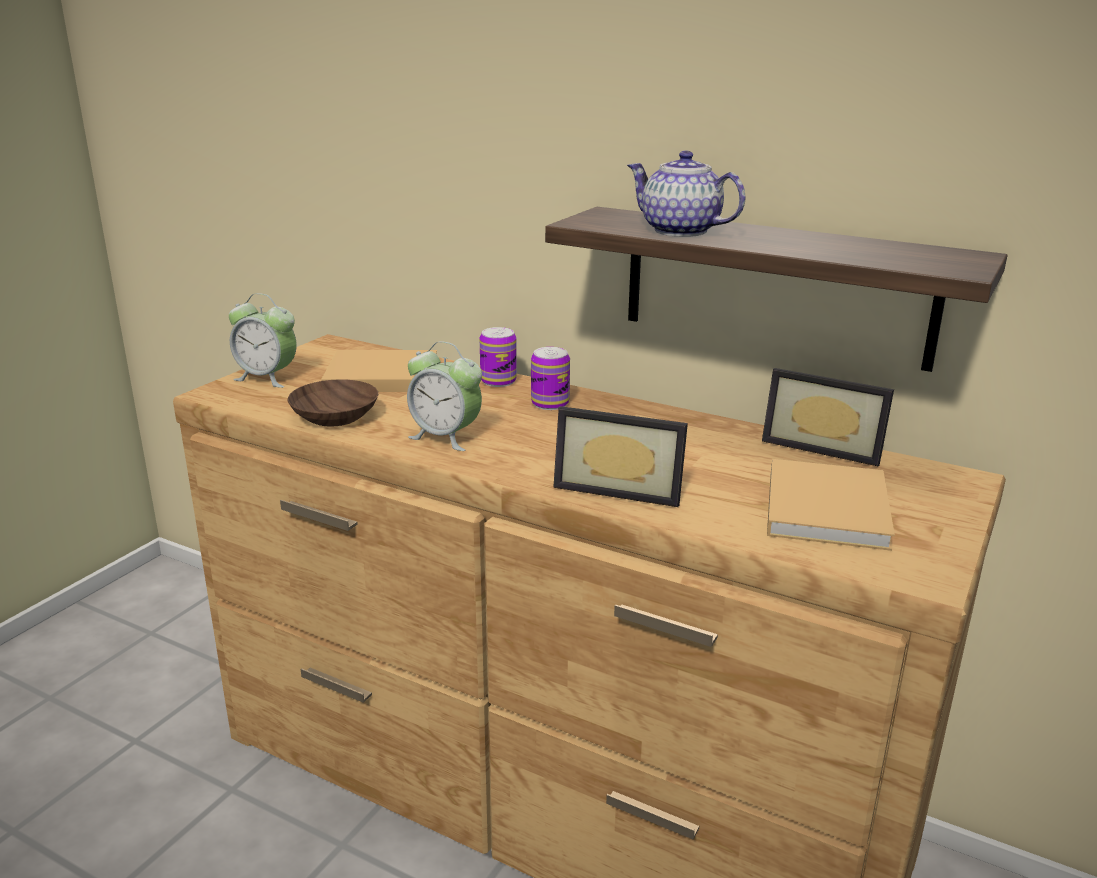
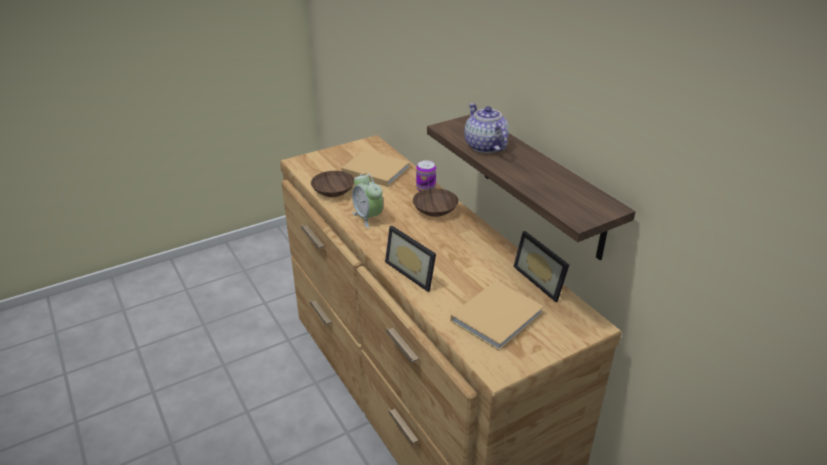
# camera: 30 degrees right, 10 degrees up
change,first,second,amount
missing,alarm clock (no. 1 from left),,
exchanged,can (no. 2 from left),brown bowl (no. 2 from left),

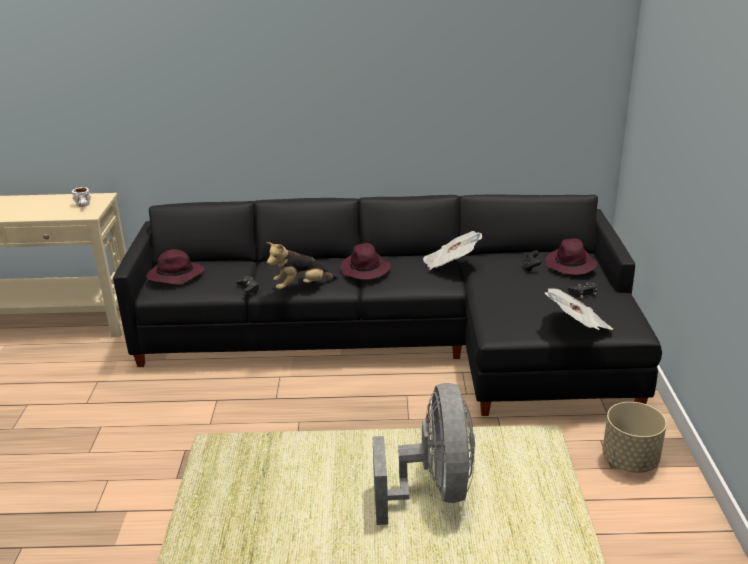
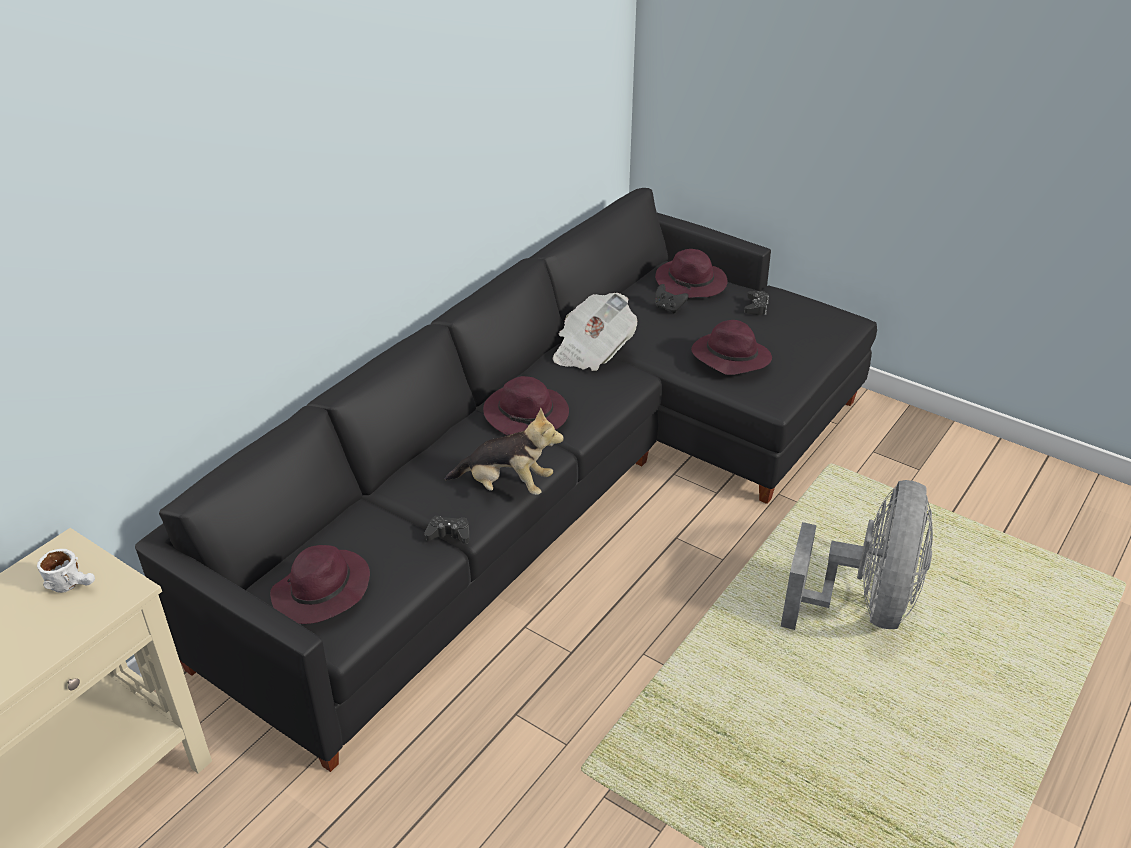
# camera: 55 degrees left, 10 degrees up
change,first,second,amount
spun,plush toy,,90 degrees counterclockwise
missing,newspaper (no. 2 from left),,
spun,grey fan,,75 degrees clockwise
missing,beige planter,,
appeared,,purple hat (no. 4 from left),

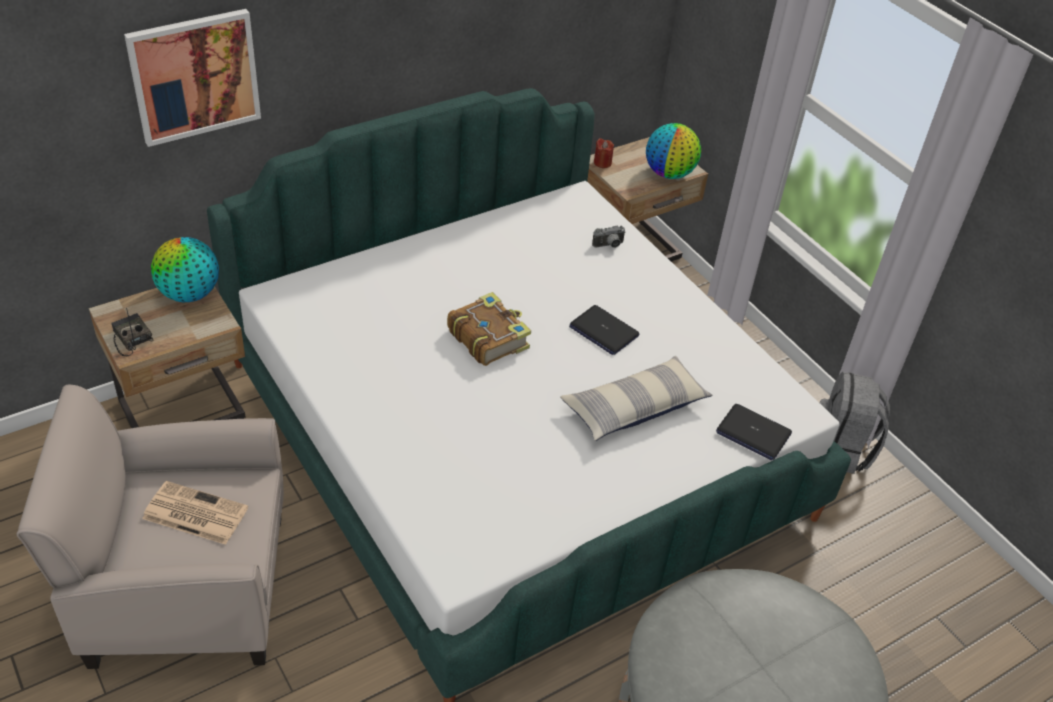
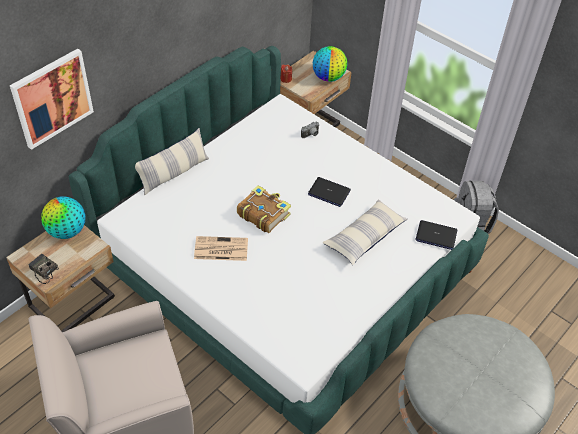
# camera: 15 degrees left, 5 degrees up
change,first,second,amount
relocated,newspaper,,
appeared,,pillow (no. 1 from left),

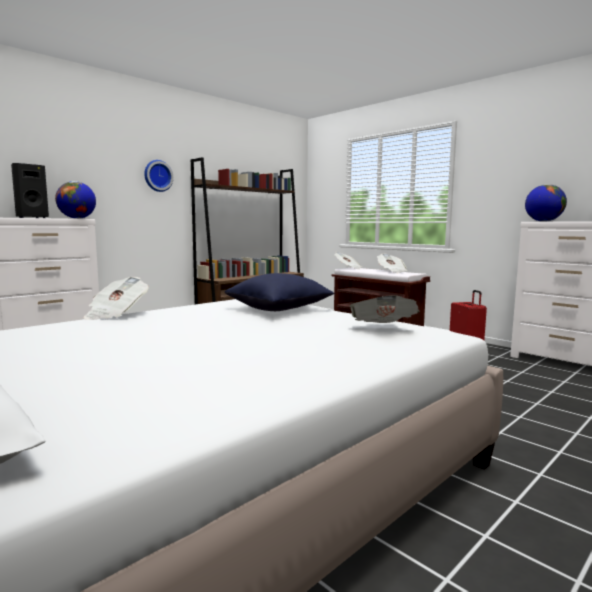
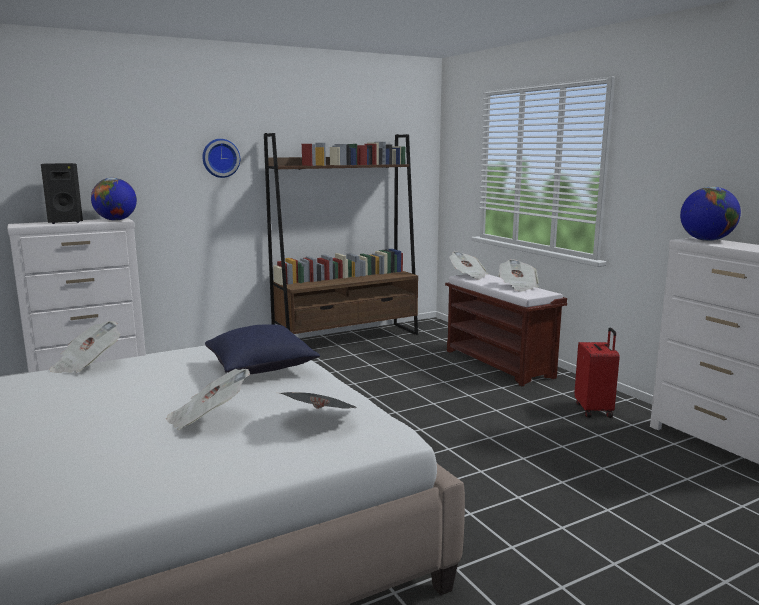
# camera: 15 degrees right, 5 degrees up
change,first,second,amount
appeared,,newspaper (no. 2 from left),

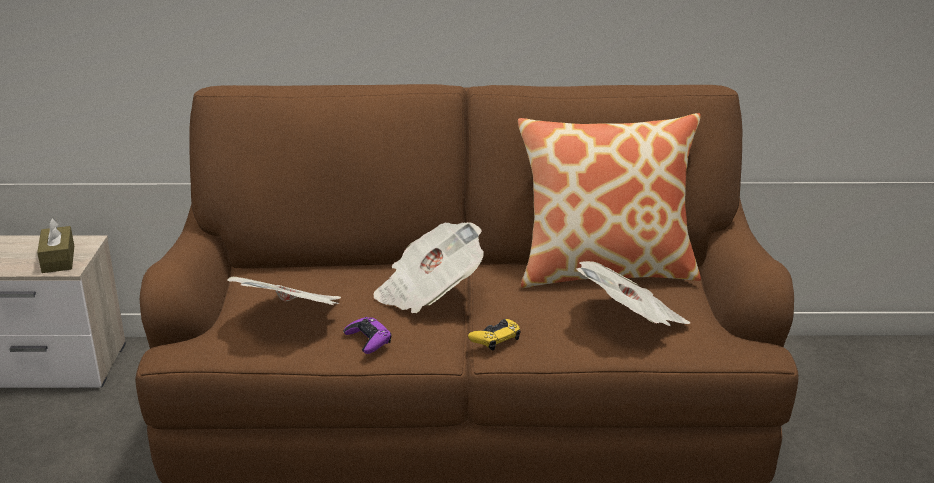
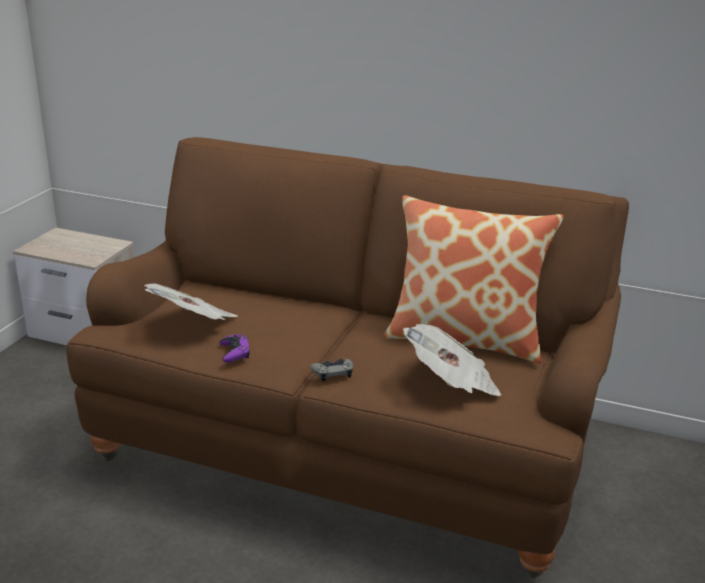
# camera: 20 degrees right, 0 degrees up
change,first,second,amount
missing,brown tissue box,,
missing,newspaper (no. 2 from left),,
colour,yellow game controller,grey game controller,

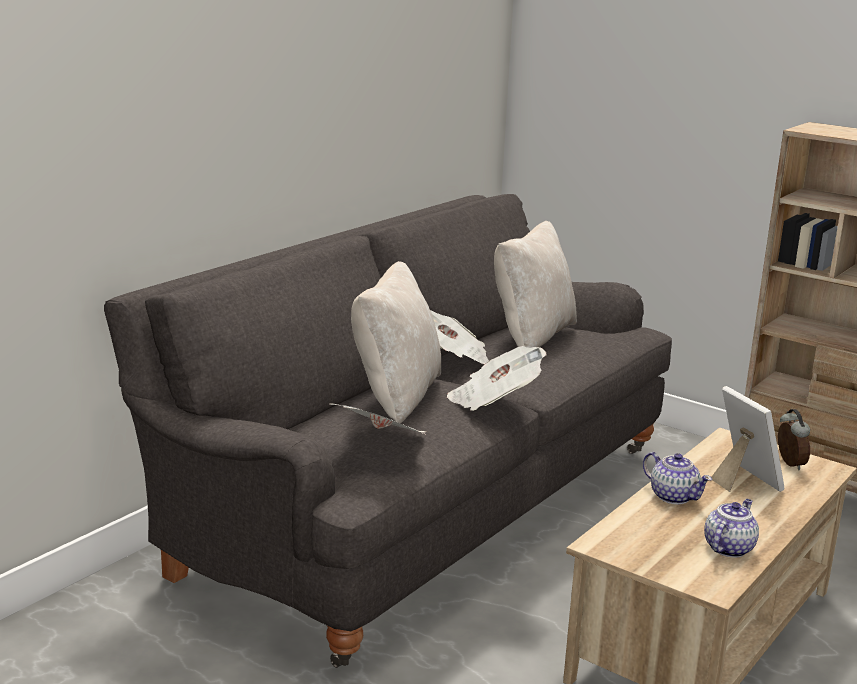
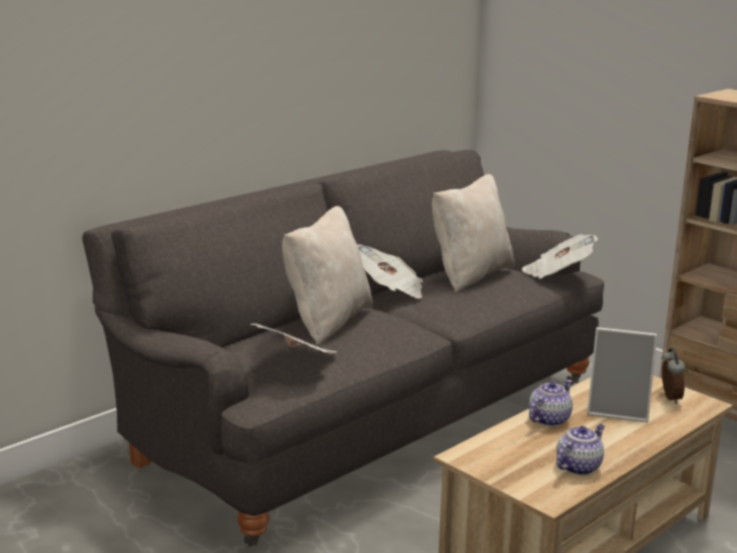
# camera: 10 degrees right, 0 degrees up
change,first,second,amount
relocated,newspaper (no. 3 from left),,
spun,picture frame,,120 degrees clockwise
spun,teapot (no. 1 from left),,105 degrees counterclockwise

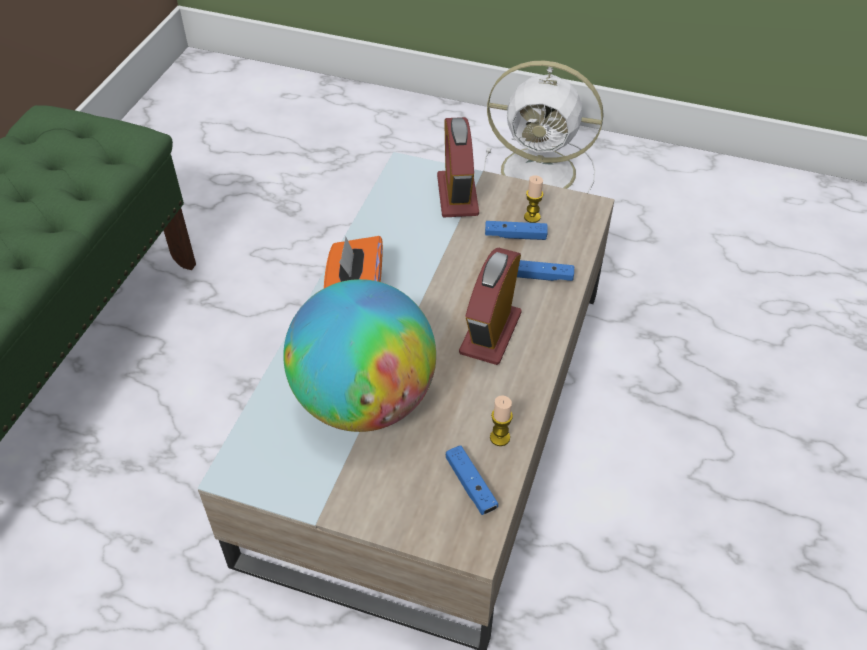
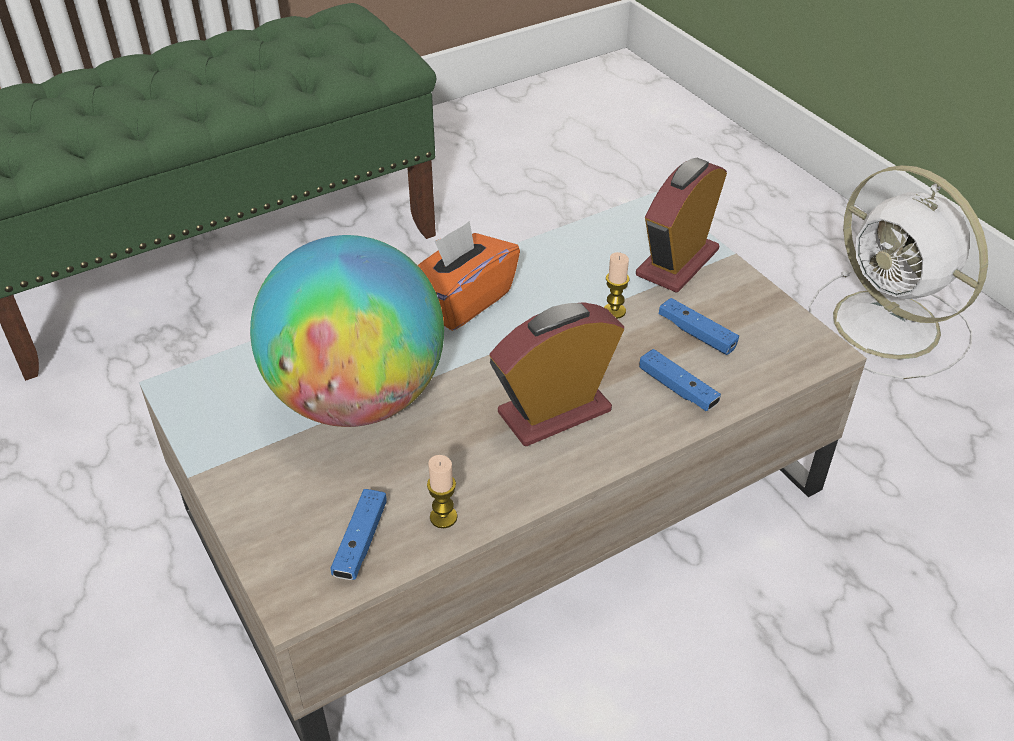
# camera: 40 degrees right, 5 degrees down
change,first,second,amount
relocated,candle (no. 2 from left),,

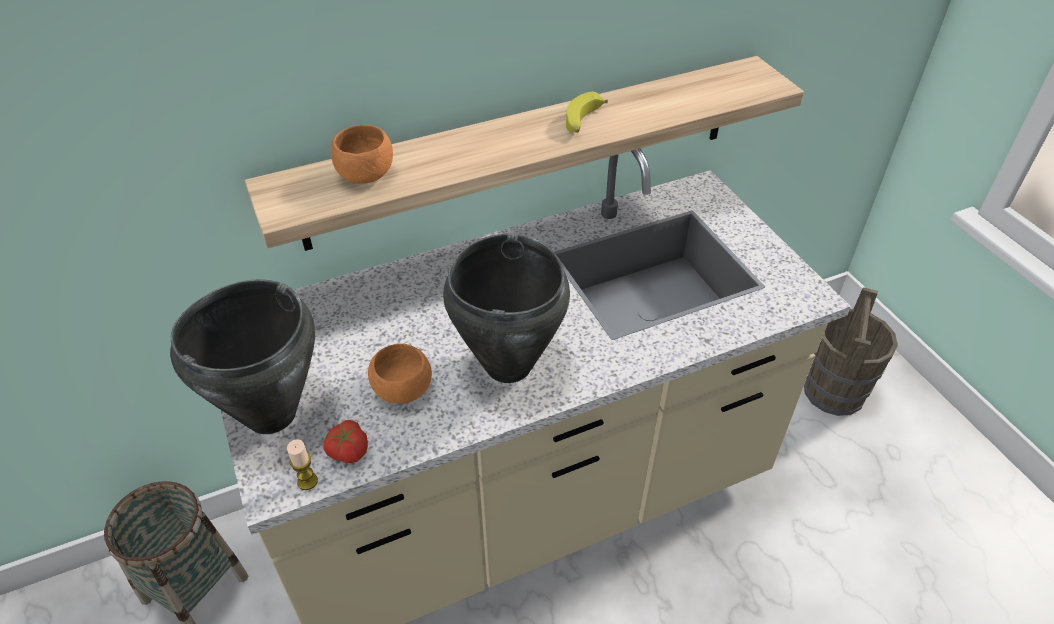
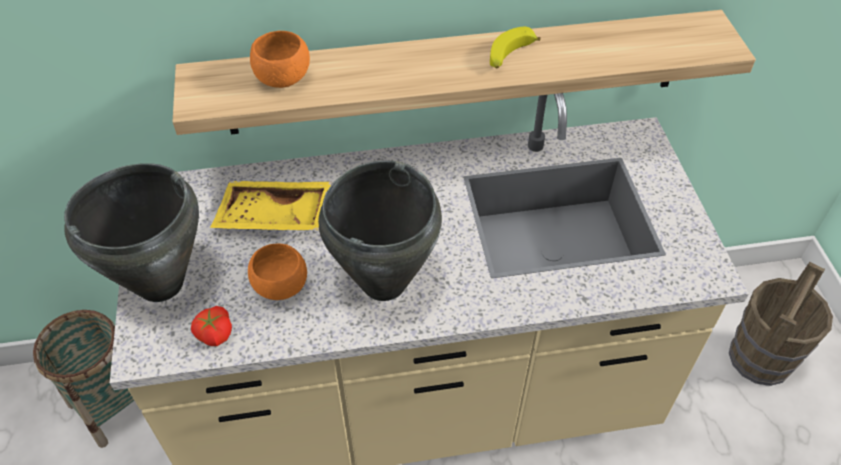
# camera: 15 degrees right, 5 degrees up
change,first,second,amount
missing,candle,,
appeared,,yellow tray,

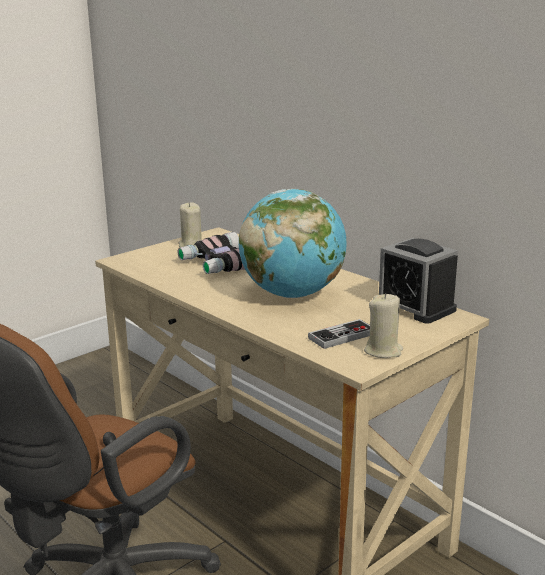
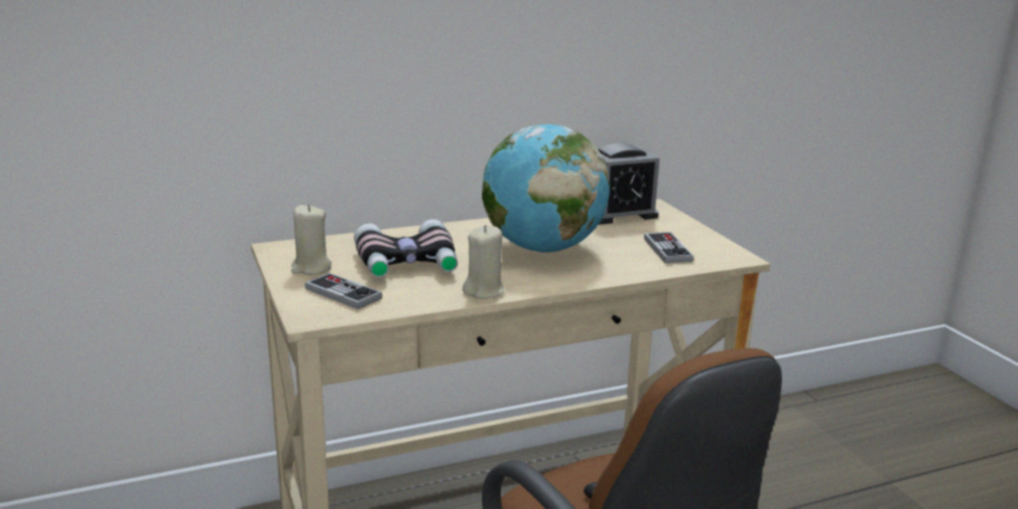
# camera: 70 degrees left, 0 degrees up
change,first,second,amount
relocated,beige candle (no. 2 from left),,
appeared,,game controller (no. 1 from left),

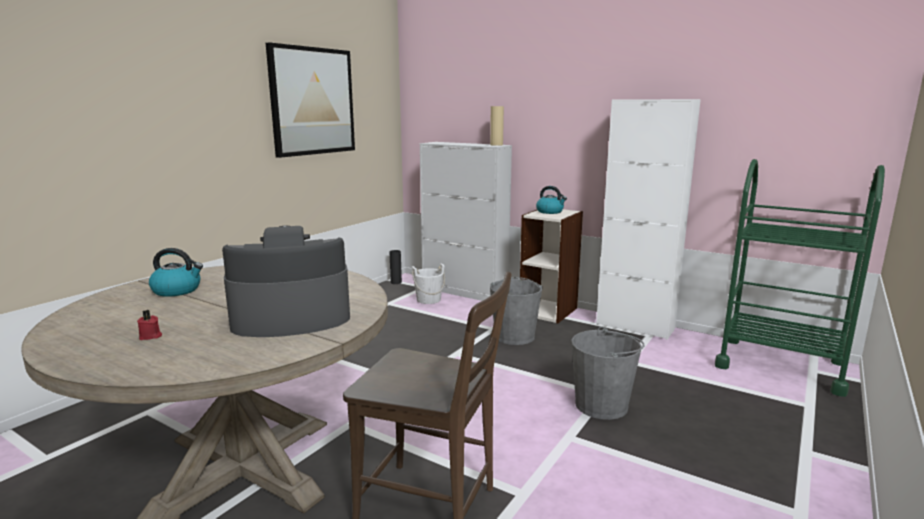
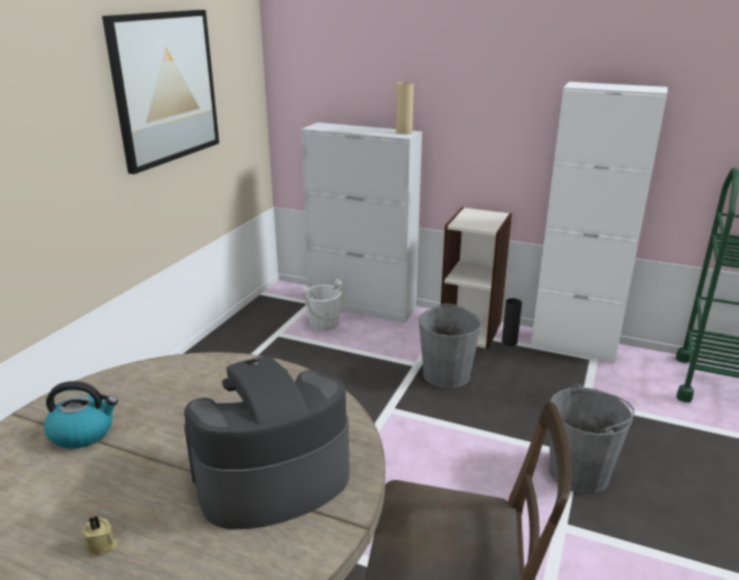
# camera: 10 degrees left, 10 degrees up
change,first,second,amount
missing,kettle (no. 2 from left),,
relocated,black vase,,
colour,red candle,beige candle,

